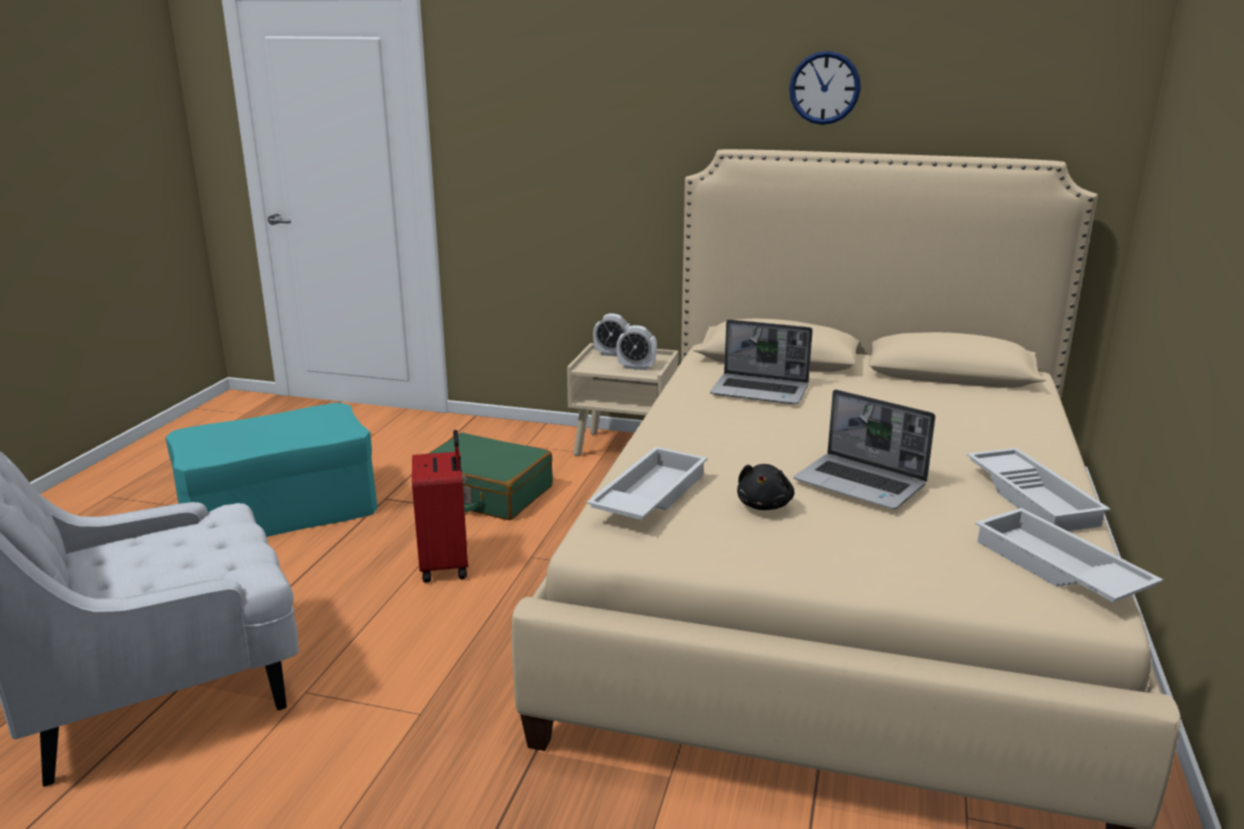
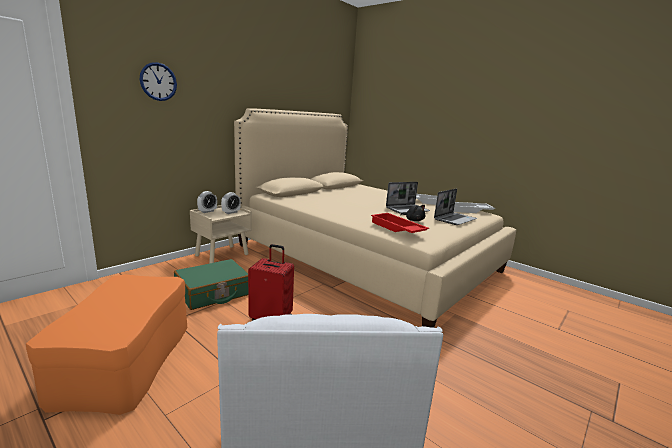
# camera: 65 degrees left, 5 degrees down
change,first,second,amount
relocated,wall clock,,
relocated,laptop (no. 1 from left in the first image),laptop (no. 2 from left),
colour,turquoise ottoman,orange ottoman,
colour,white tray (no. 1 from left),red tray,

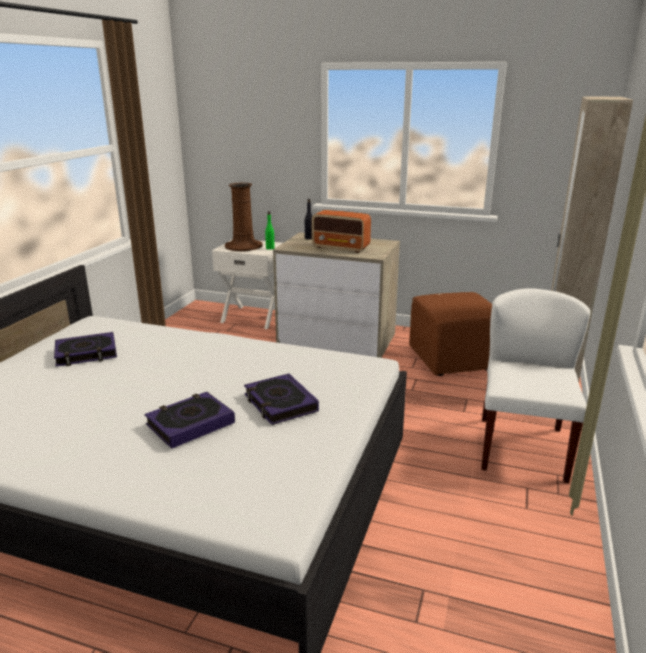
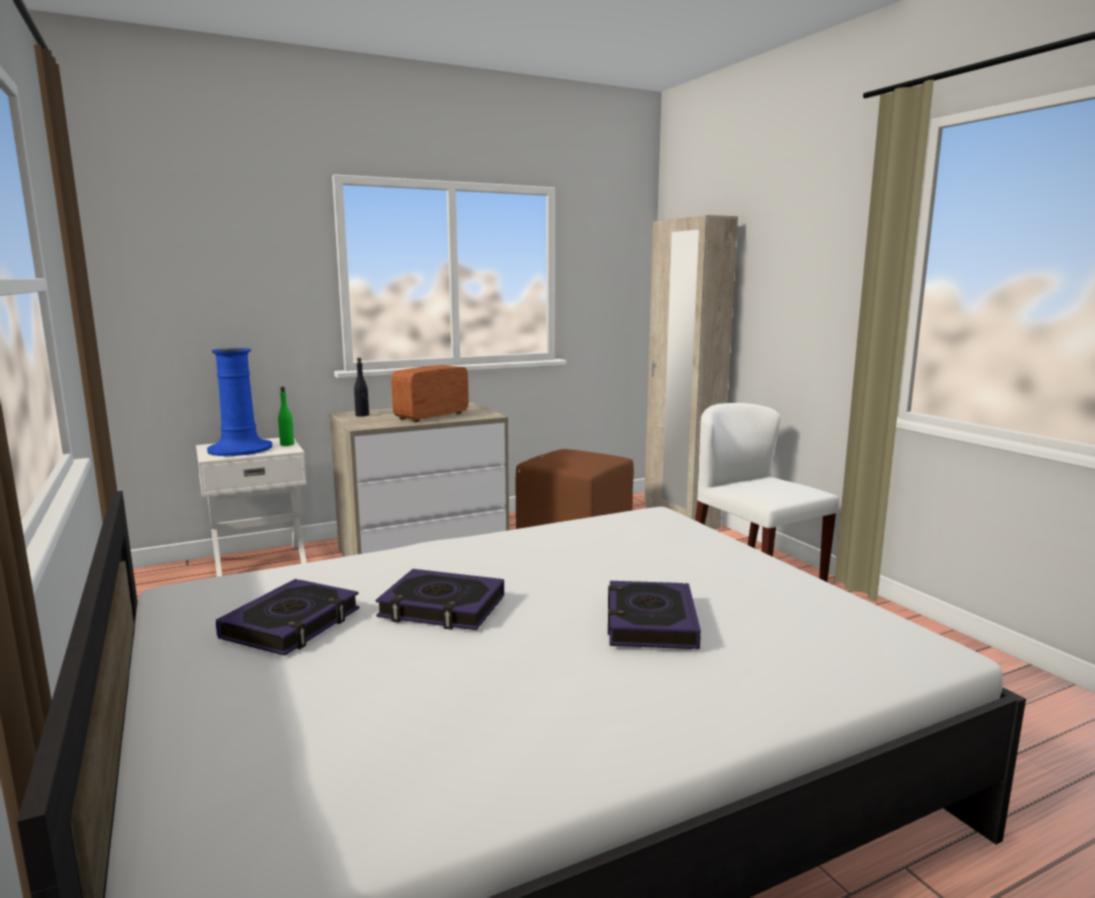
# camera: 45 degrees left, 10 degrees down
change,first,second,amount
colour,brown vase,blue vase,
spun,radio,,150 degrees clockwise
relocated,book (no. 3 from left in the first image),book (no. 2 from left),

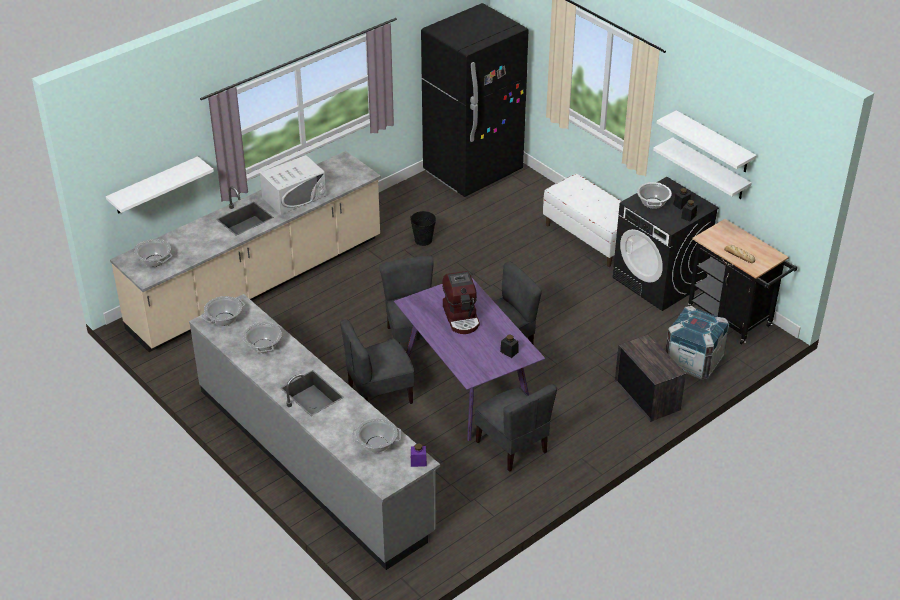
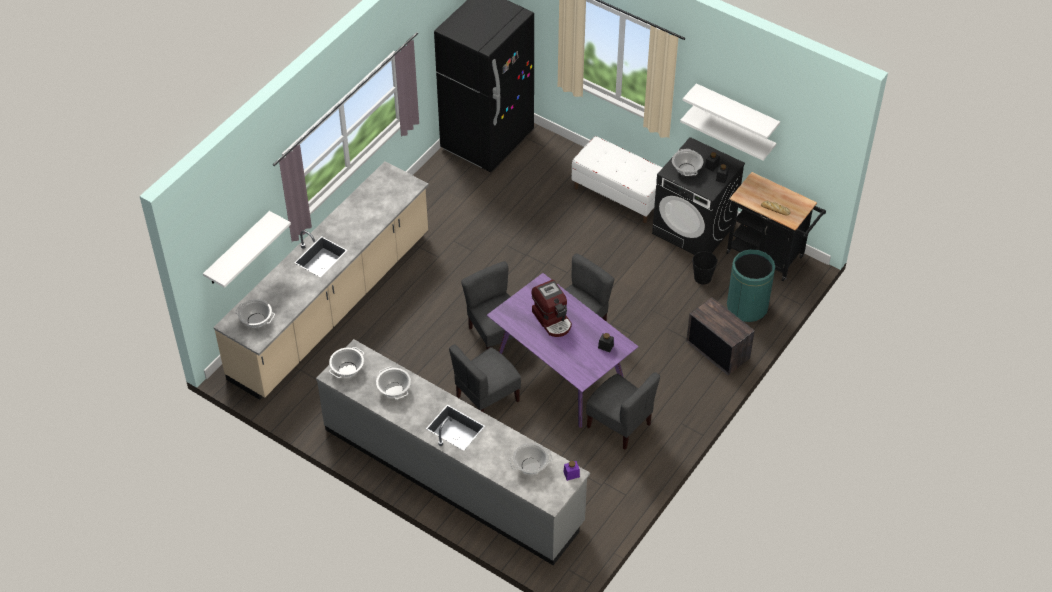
# camera: 15 degrees left, 10 degrees up
change,first,second,amount
missing,white microwave,,
relocated,black bucket,,
exchanged,crate (no. 2 from left),green trash can,

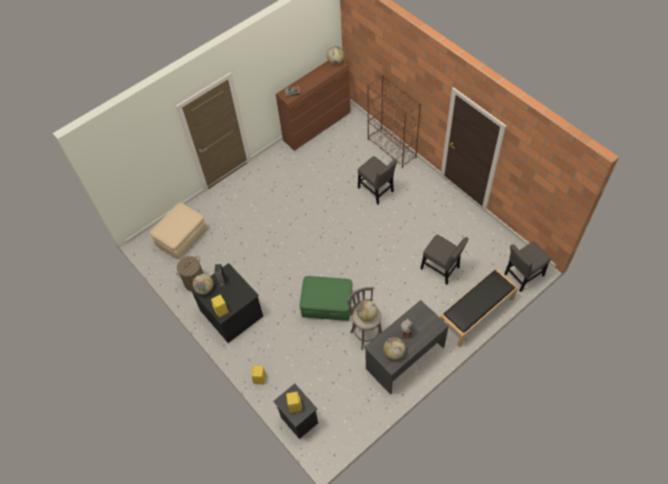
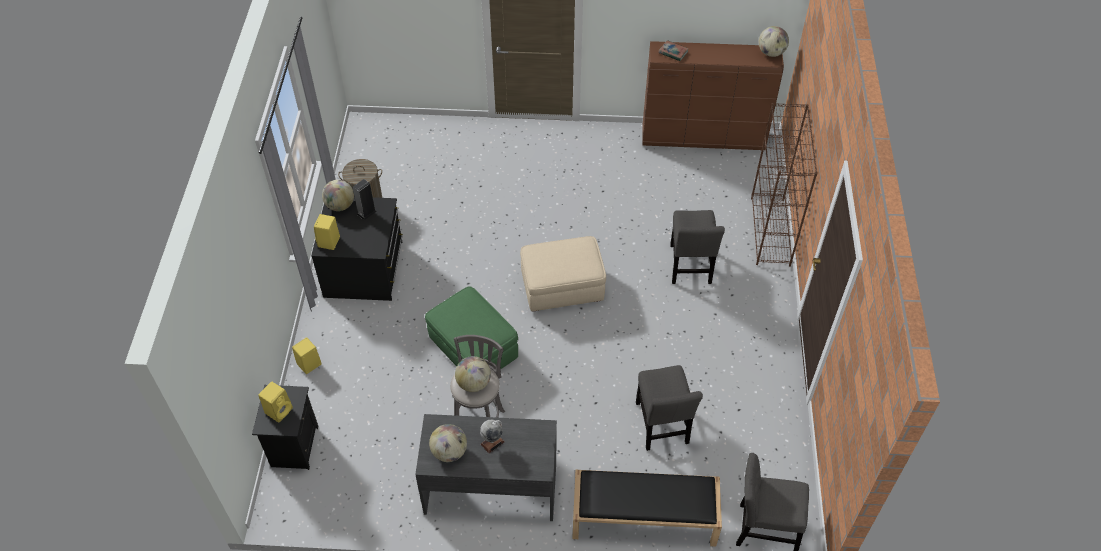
# camera: 40 degrees right, 5 degrees down
change,first,second,amount
relocated,beige ottoman,,

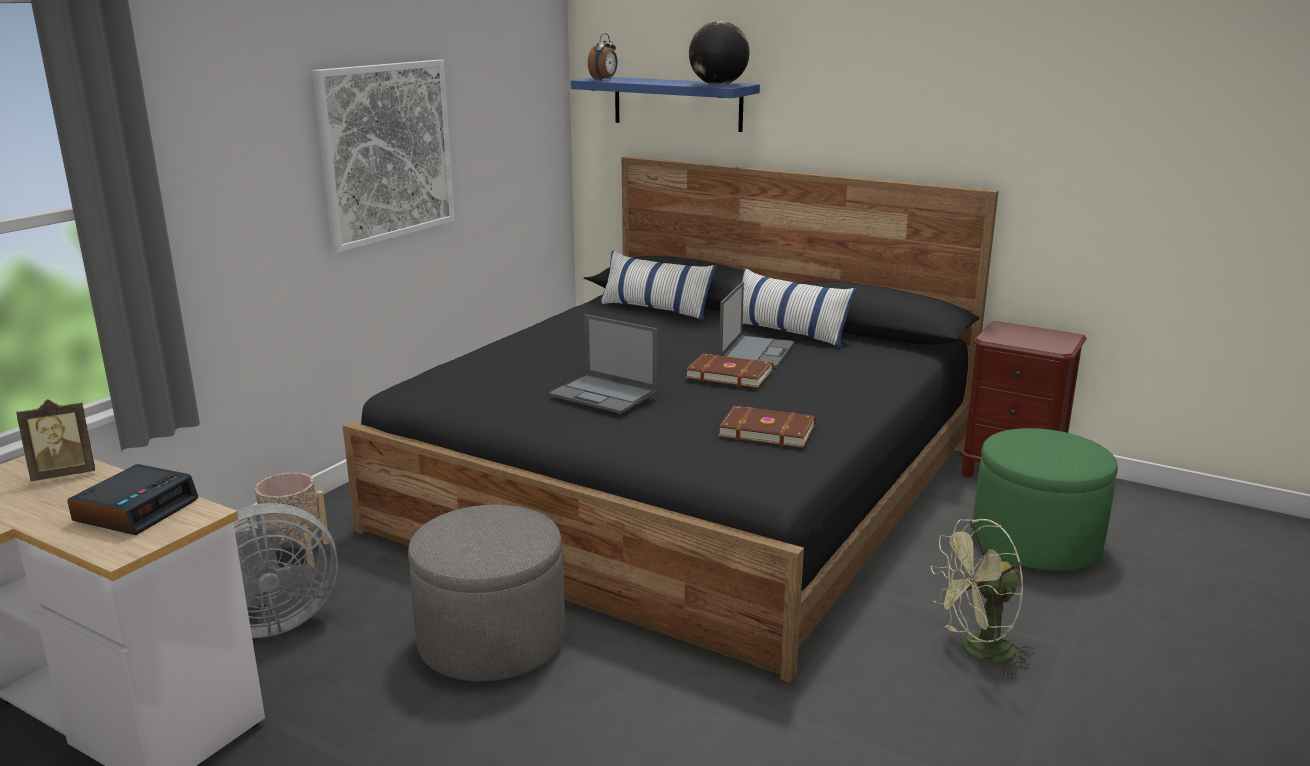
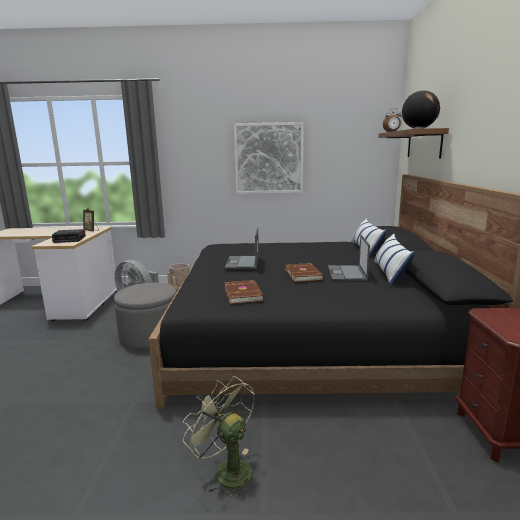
# camera: 60 degrees right, 5 degrees down
change,first,second,amount
colour,blue shelf,brown shelf,
spun,laptop (no. 2 from left),,105 degrees clockwise
missing,green ottoman,,

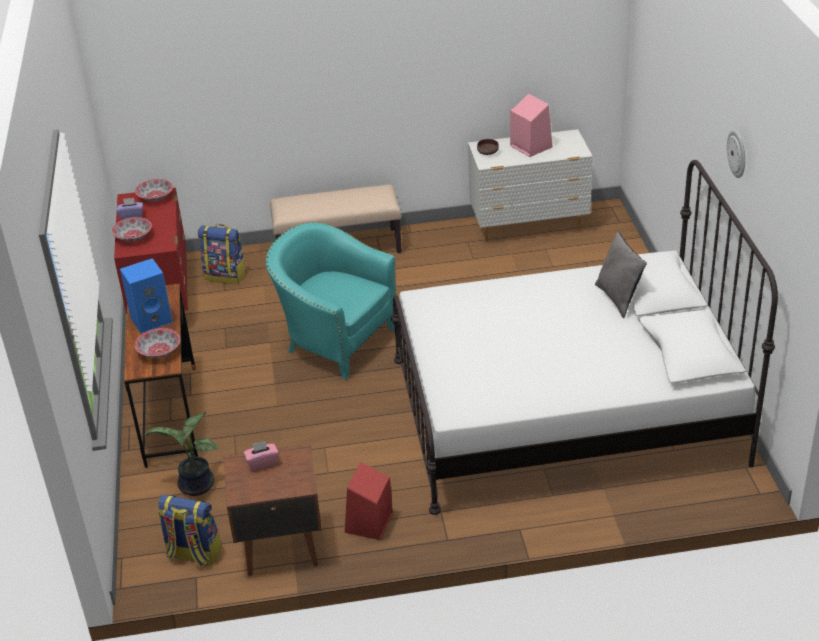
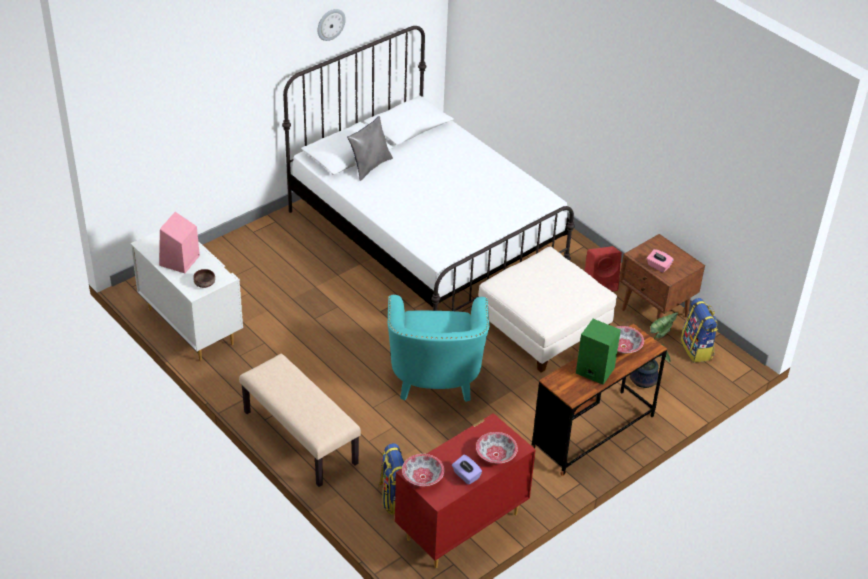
# camera: 125 degrees left, 5 degrees up
change,first,second,amount
colour,blue speaker,green speaker,
appeared,,white ottoman,

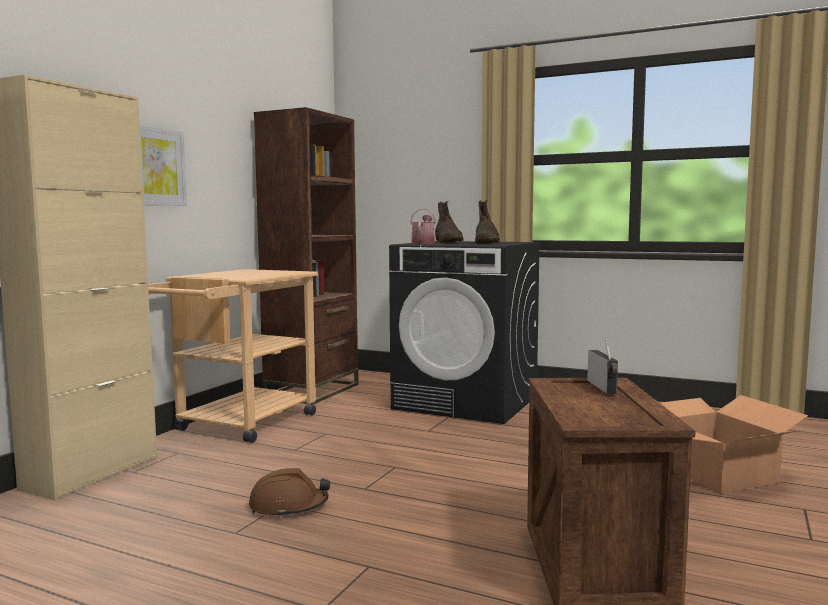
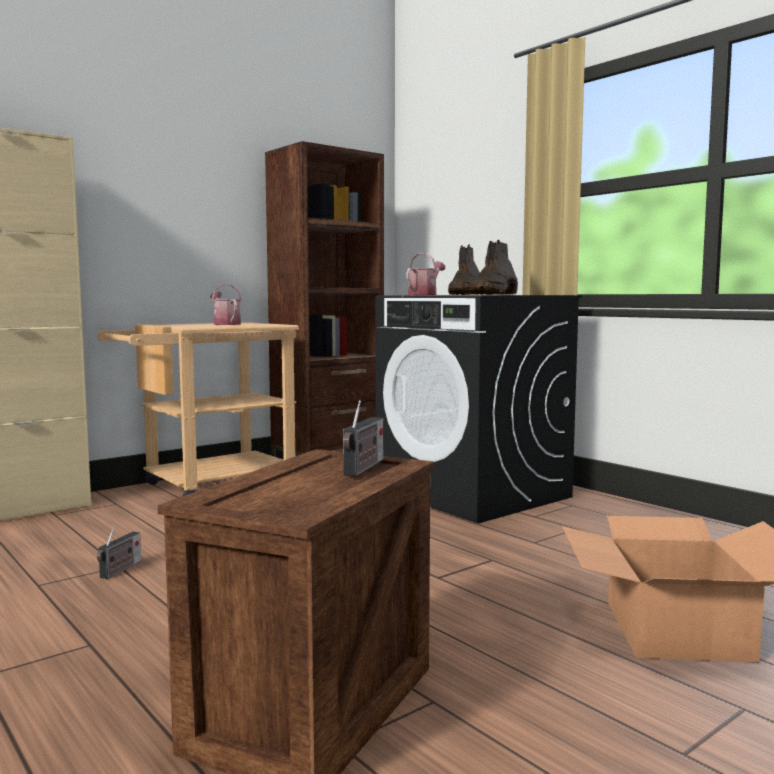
# camera: 25 degrees right, 0 degrees up
change,first,second,amount
missing,picture,,
exchanged,brown hard hat,radio (no. 1 from left),
appeared,,watering can (no. 1 from left),

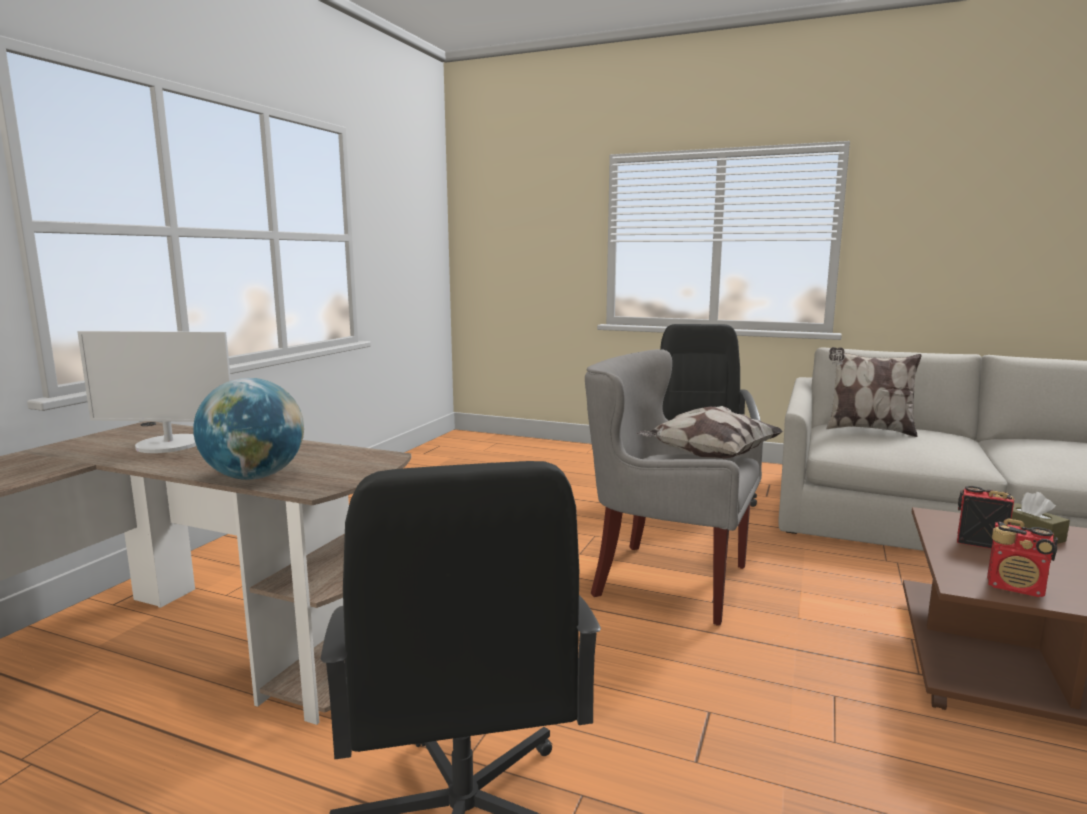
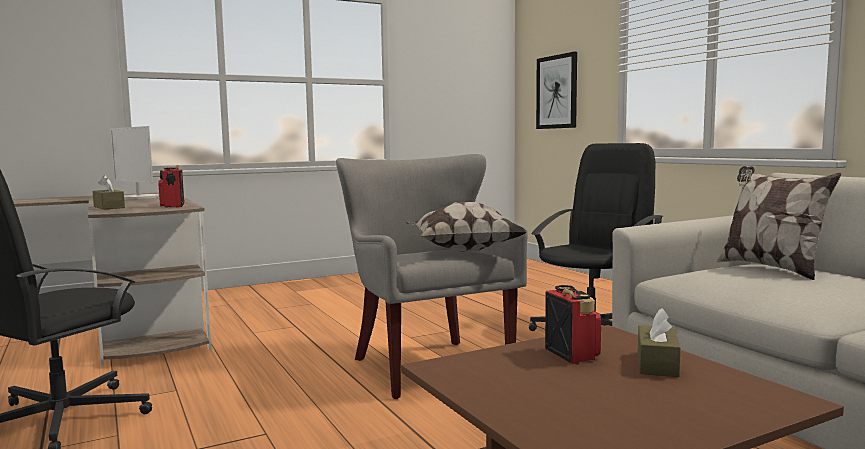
# camera: 40 degrees right, 5 degrees down
change,first,second,amount
exchanged,globe,brown tissue box (no. 1 from left),
relocated,radio (no. 2 from left in the first image),radio (no. 1 from left),
appeared,,picture,

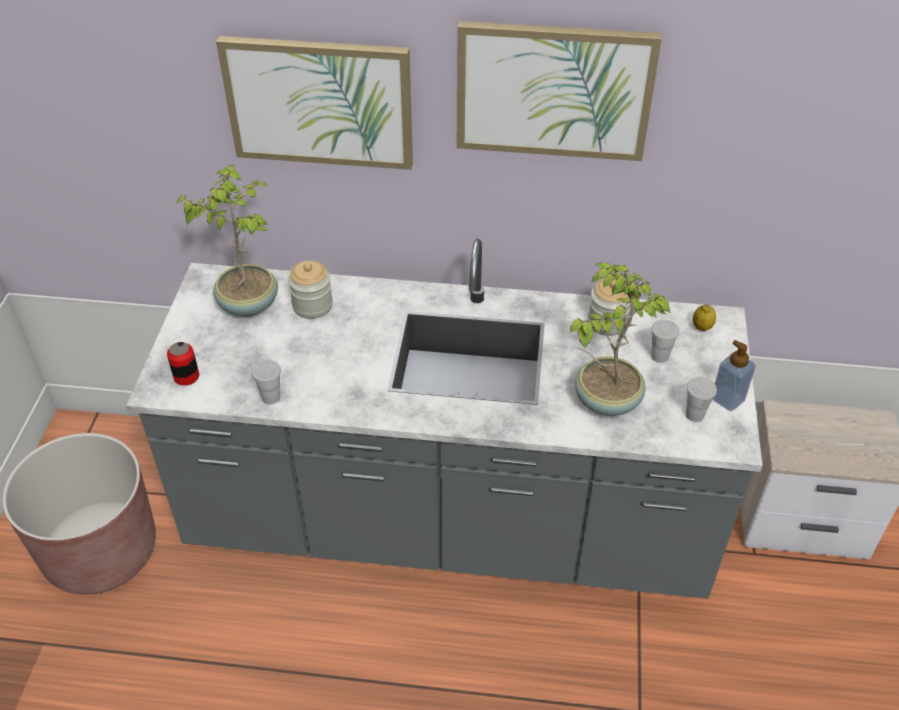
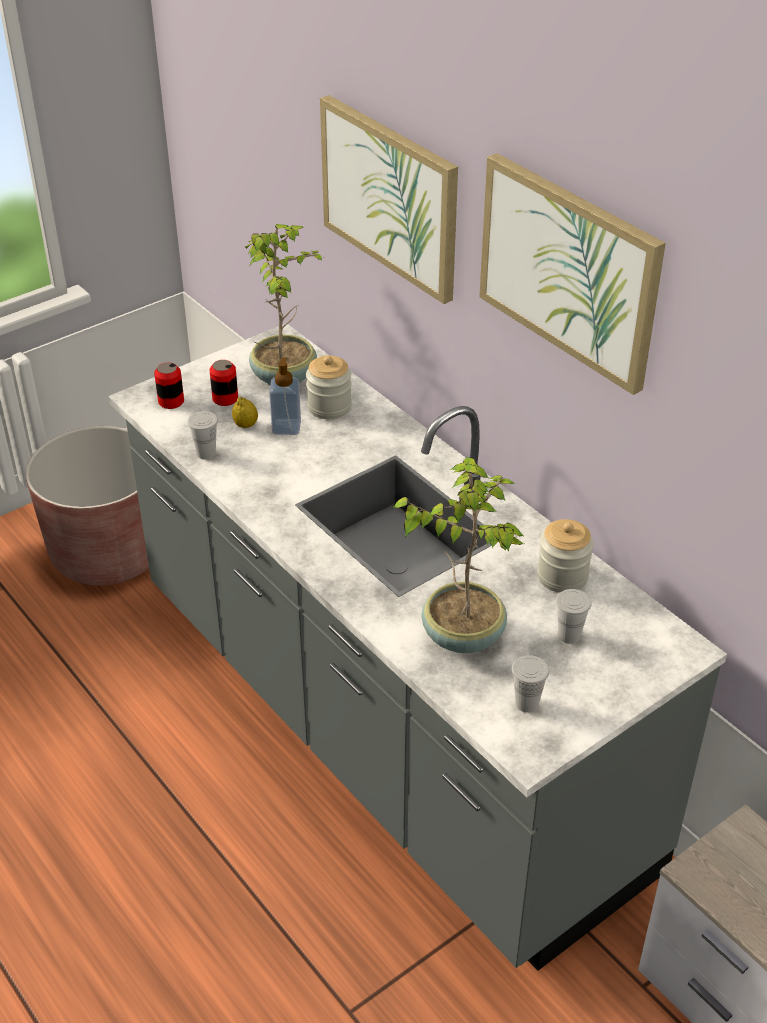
# camera: 45 degrees right, 5 degrees down
change,first,second,amount
relocated,lemon,,
relocated,soap dispenser,,
appeared,,can (no. 2 from left),

